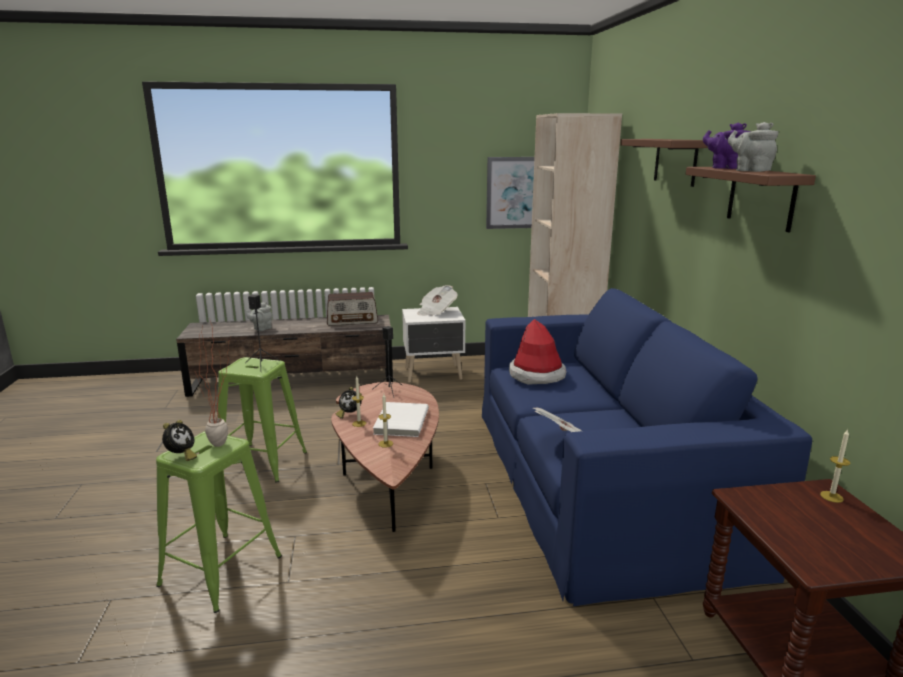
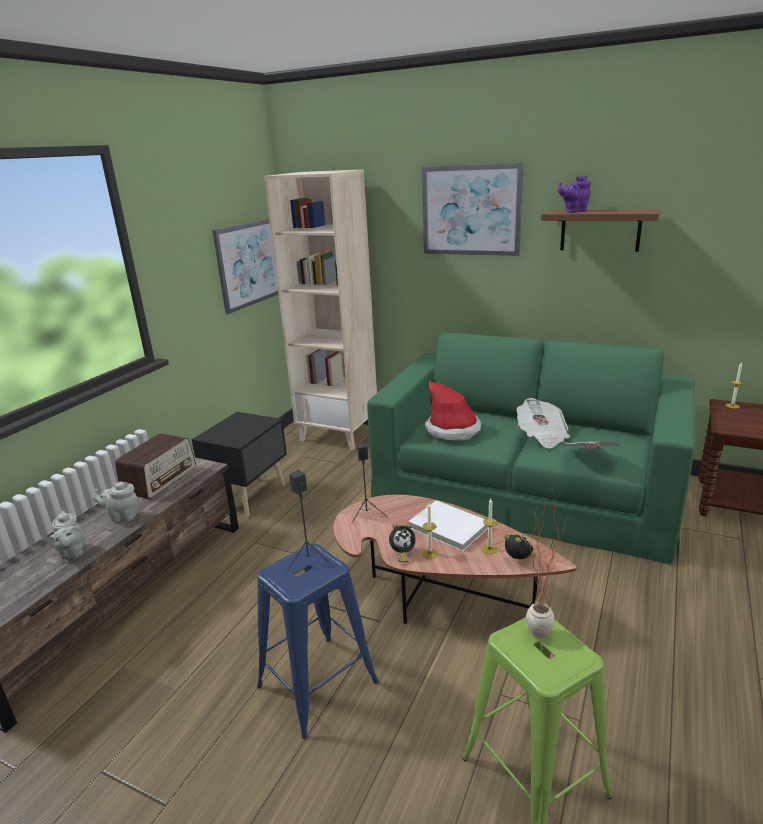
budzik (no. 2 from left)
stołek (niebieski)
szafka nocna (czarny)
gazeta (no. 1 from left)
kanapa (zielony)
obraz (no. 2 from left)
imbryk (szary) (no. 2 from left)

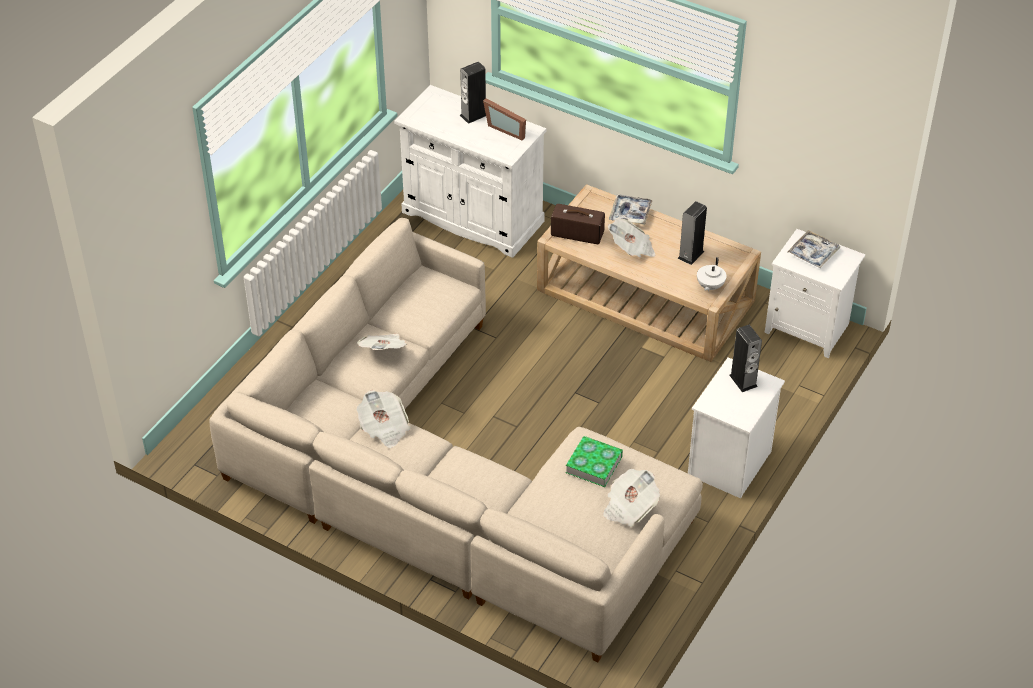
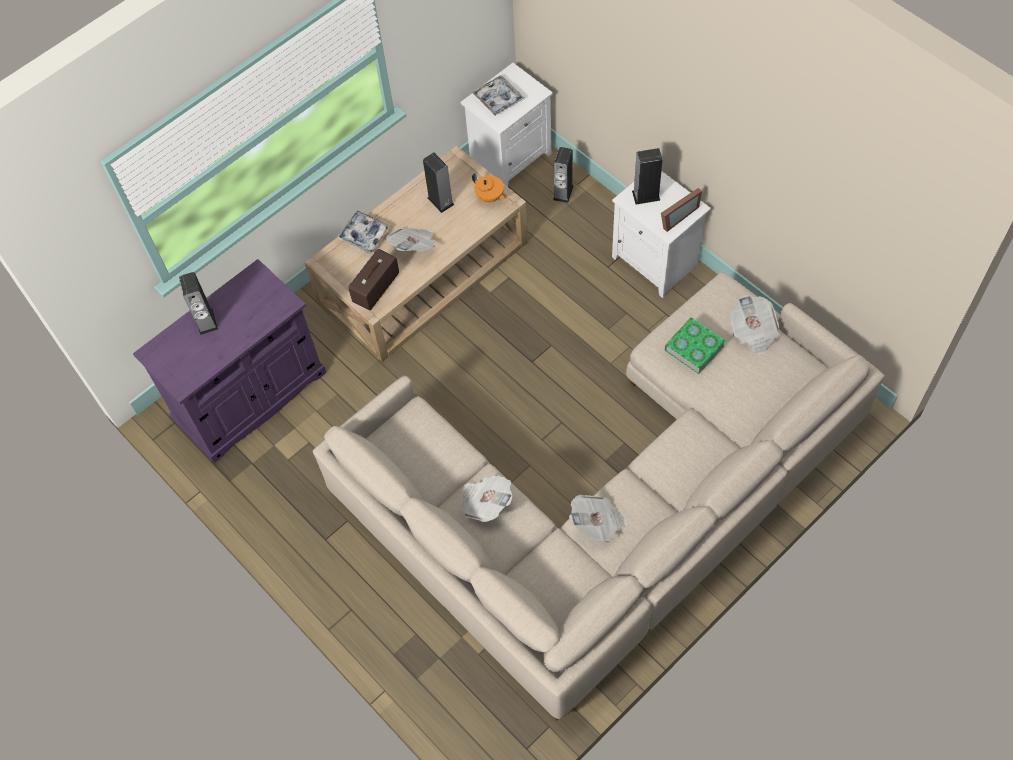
szafka (fioletowy)
ramka na zdjęcie
imbryk (pomarańczowy)
głośnik (no. 3 from left)

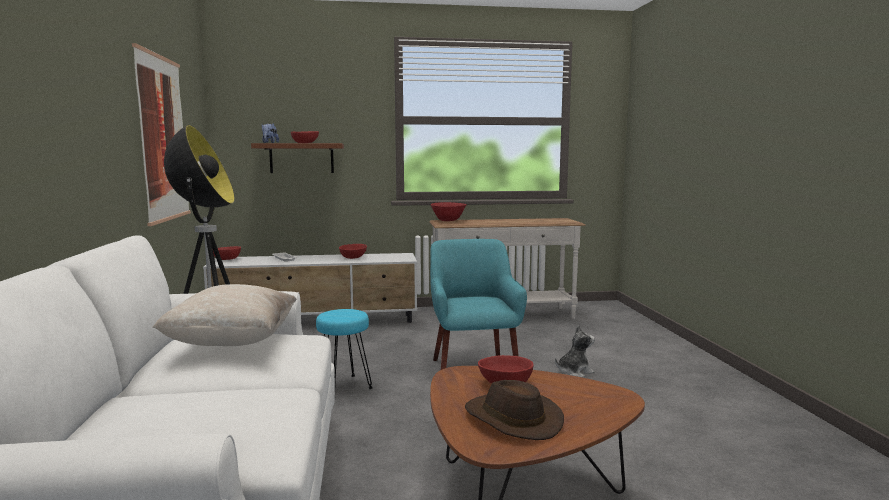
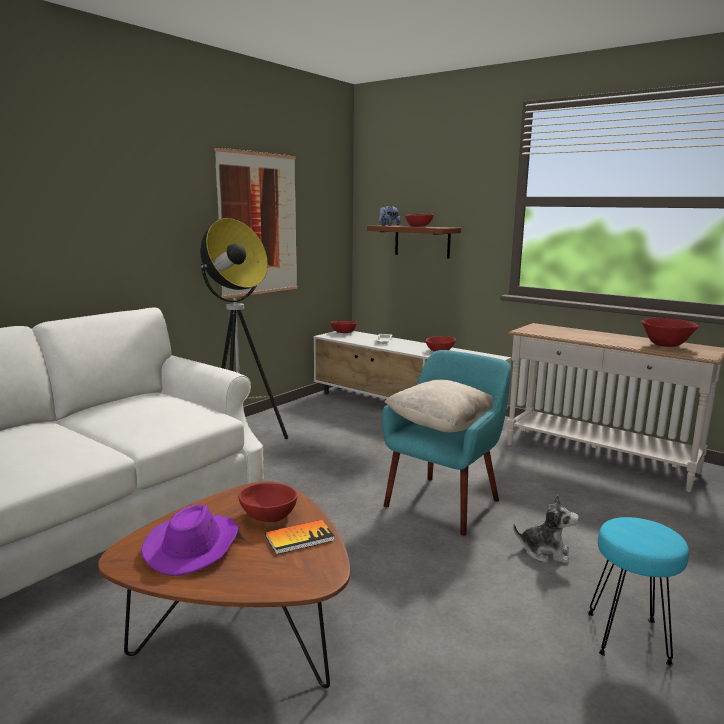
poduszka (beżowy)
stołek (turkusowy)
miska (czerwony) (no. 5 from left)
kapelusz (fioletowy)
książka

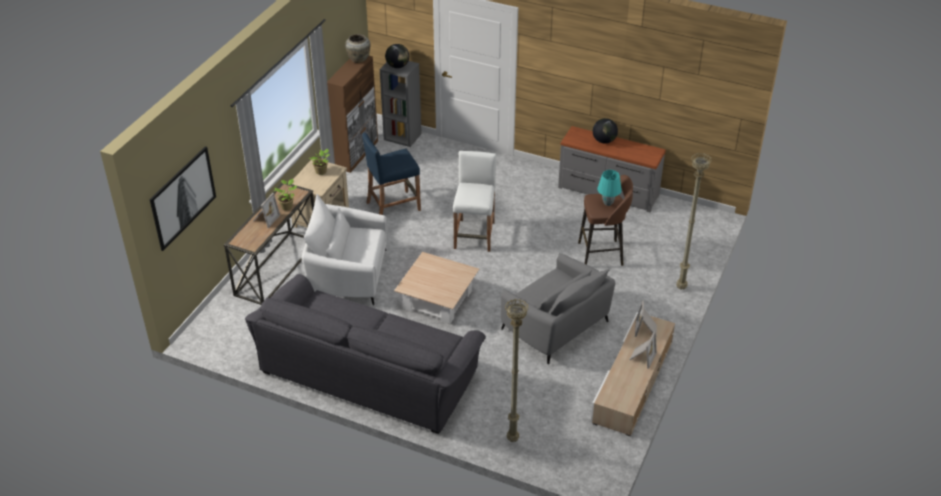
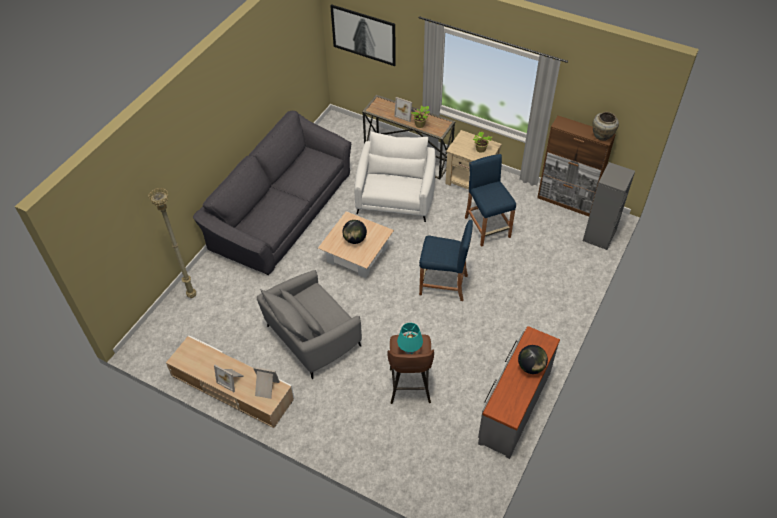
globus (no. 1 from left)
stołek (niebieski) (no. 1 from left)
lampa stojąca (beżowy) (no. 2 from left in the first image)

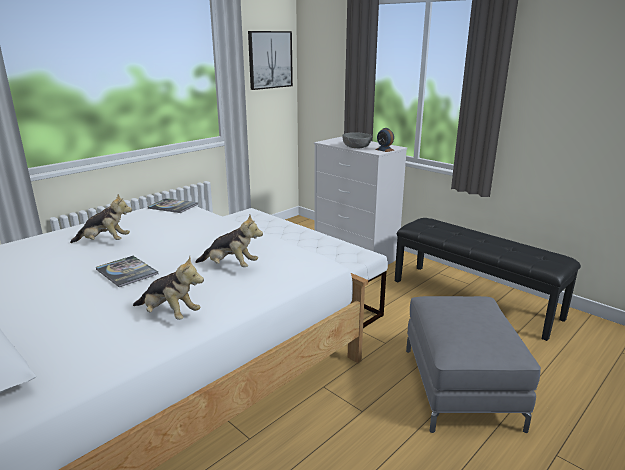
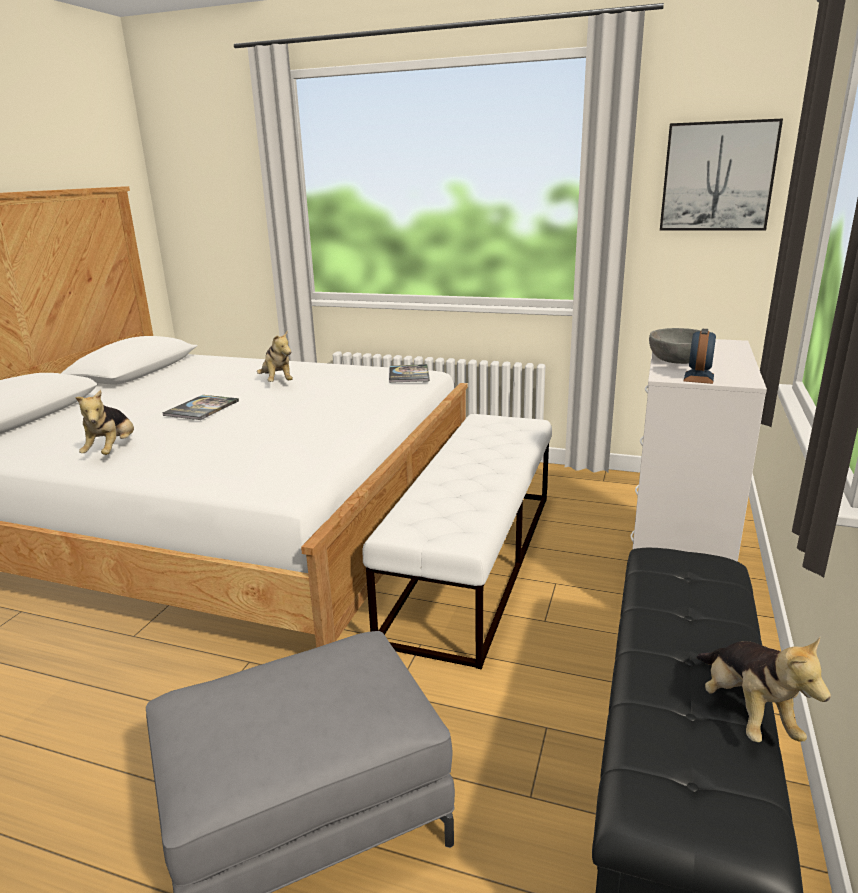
pluszak (no. 3 from left)

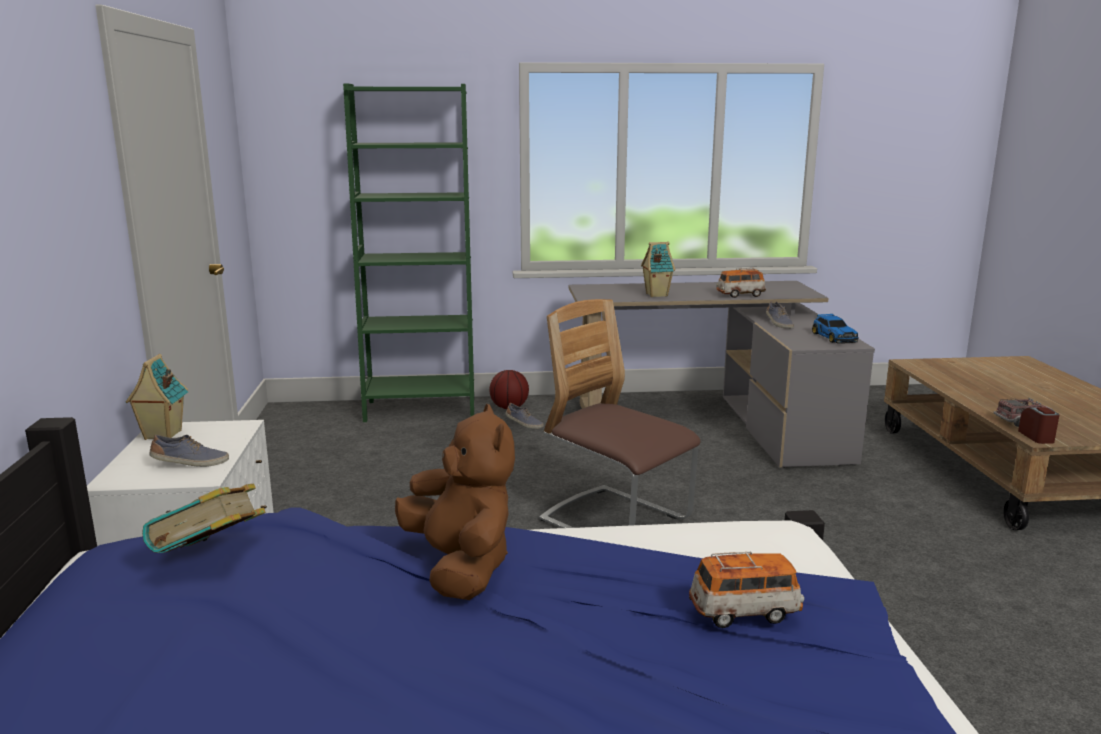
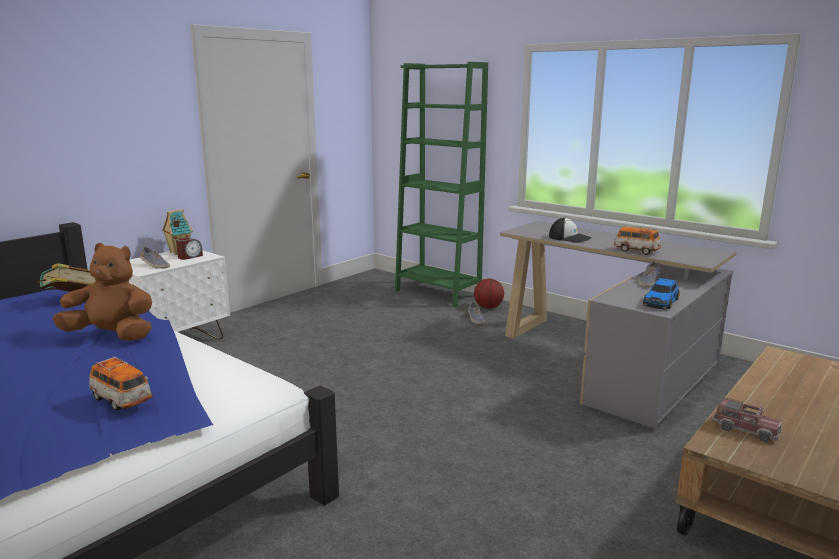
pluszak (brązowy)
krzesło
czapka z daszkiem
budzik

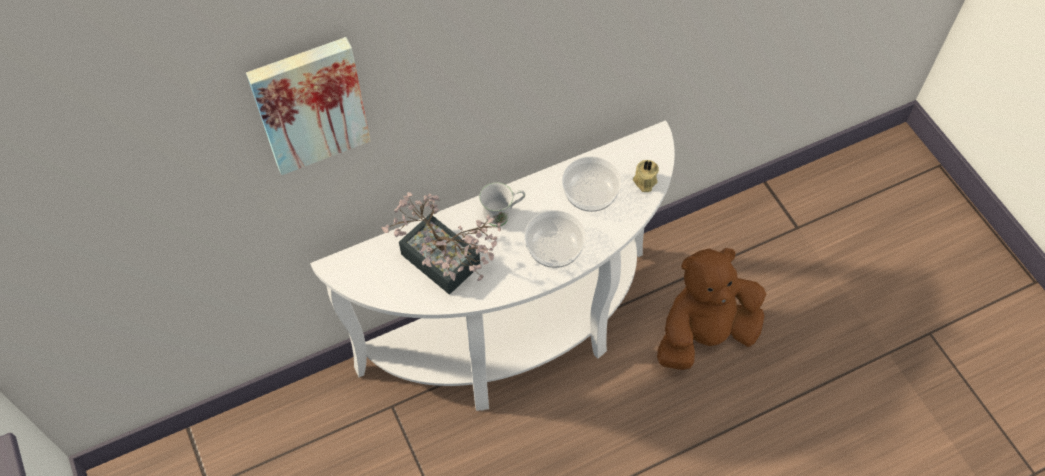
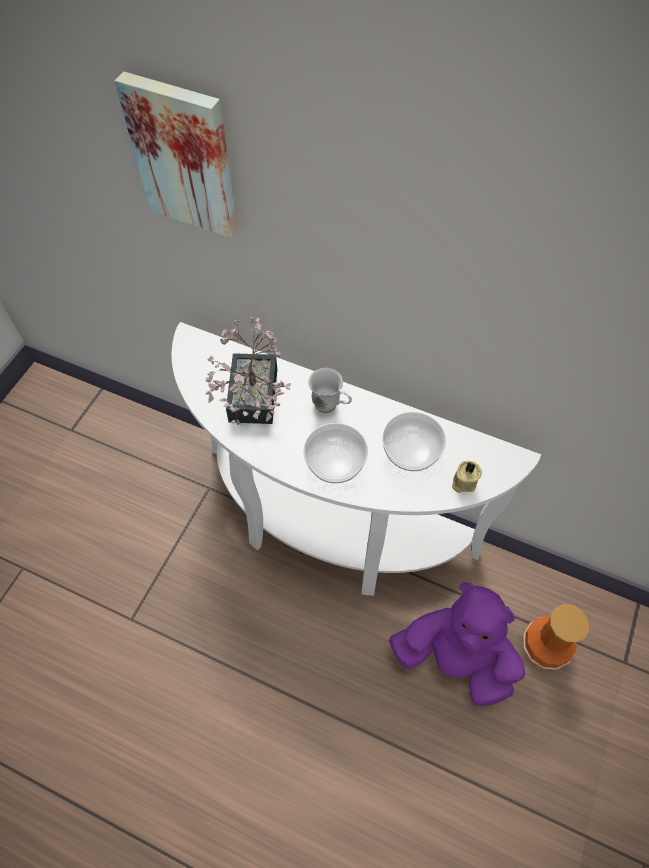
pluszak (fioletowy)
wazon

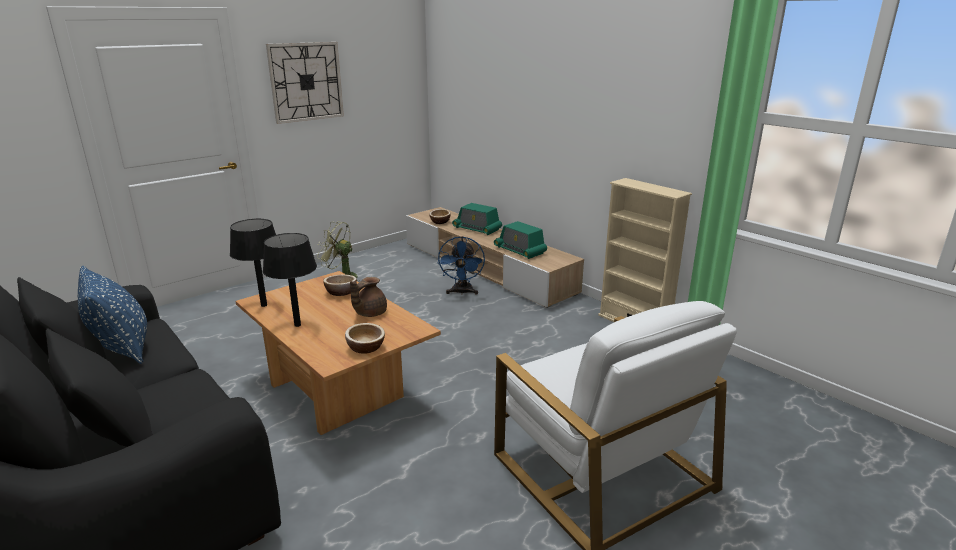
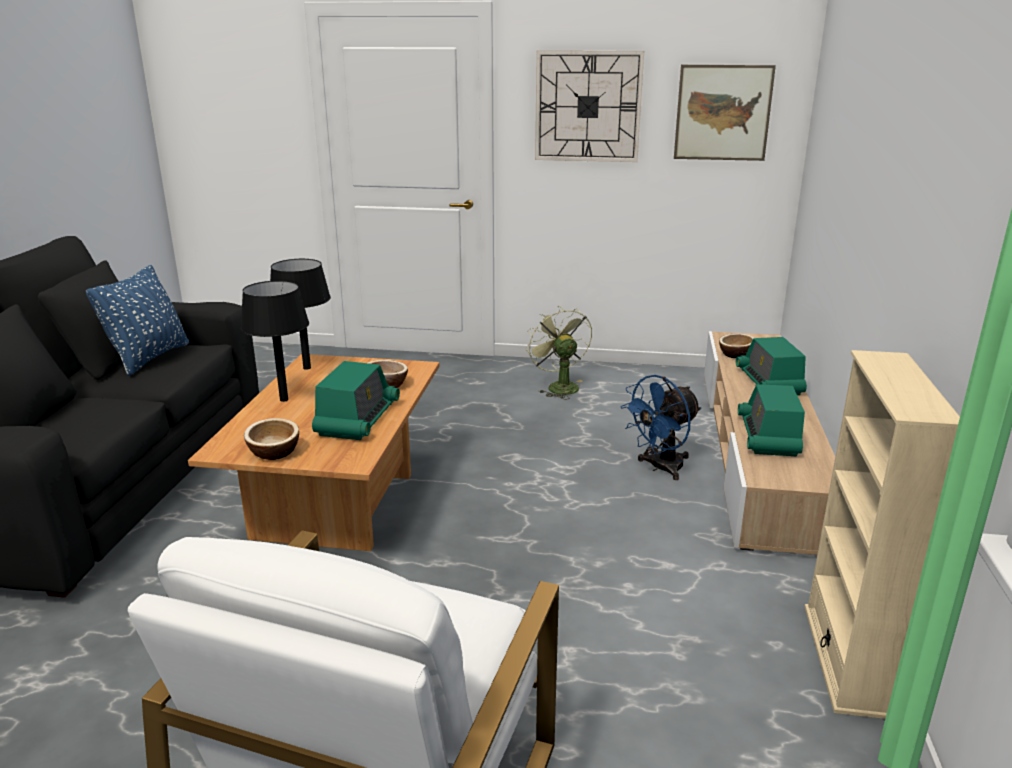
radio (no. 1 from left)
obraz

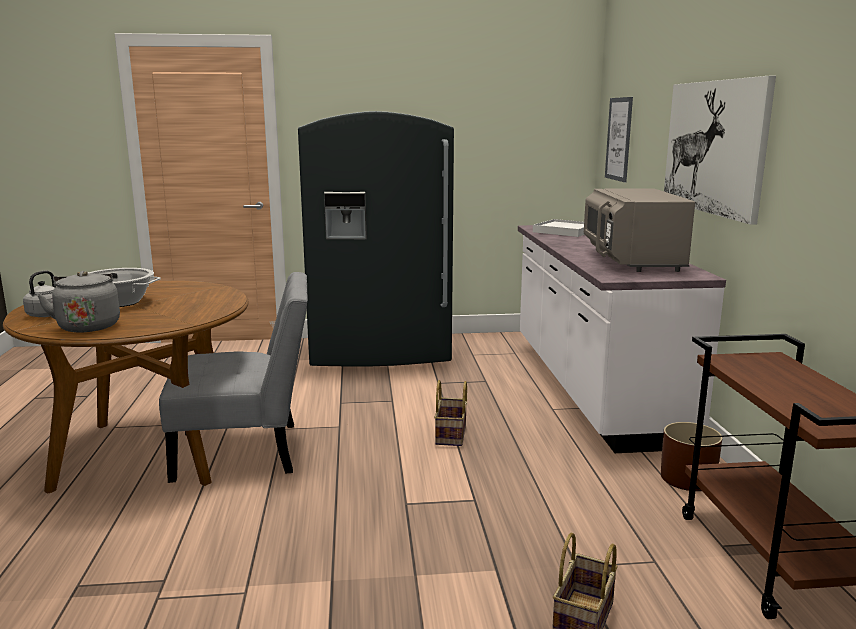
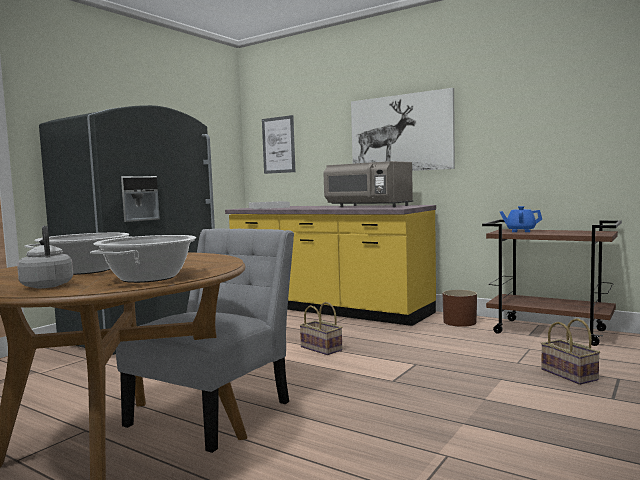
garnek (no. 2 from left)
zabudowa kuchenna (żółty)
imbryk (niebieski)

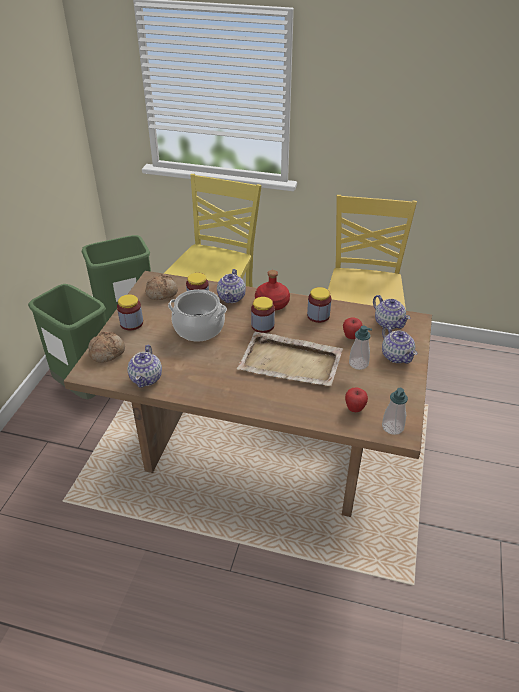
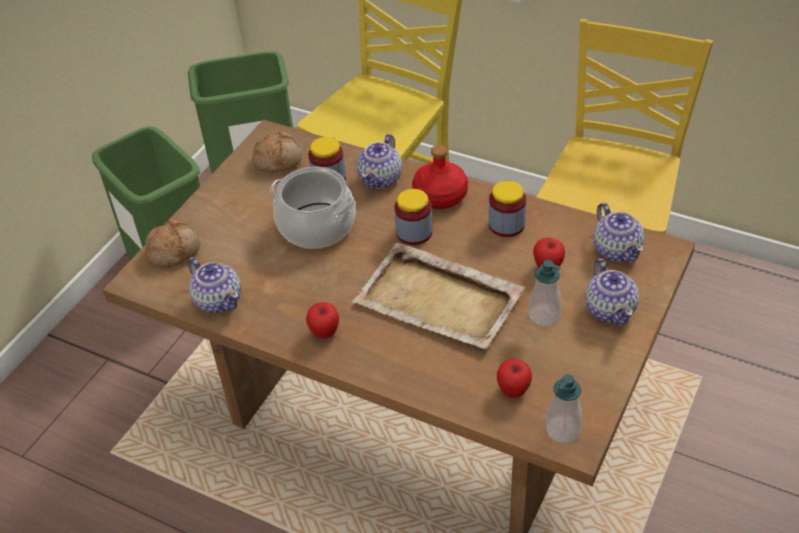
słoik (no. 1 from left in the first image)
imbryk (no. 1 from left)
jabłko (no. 1 from left)

